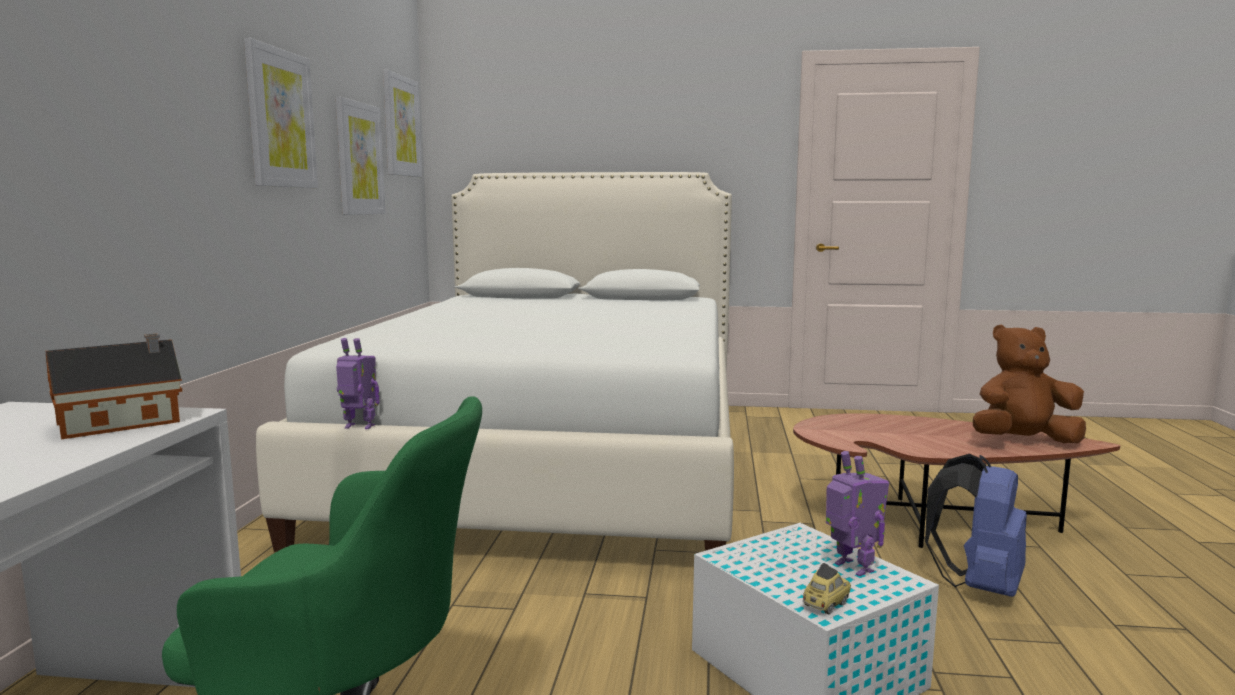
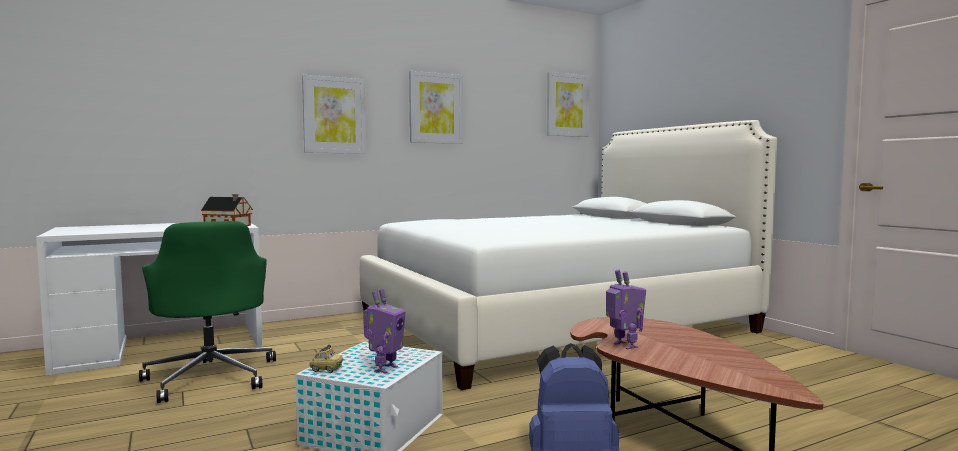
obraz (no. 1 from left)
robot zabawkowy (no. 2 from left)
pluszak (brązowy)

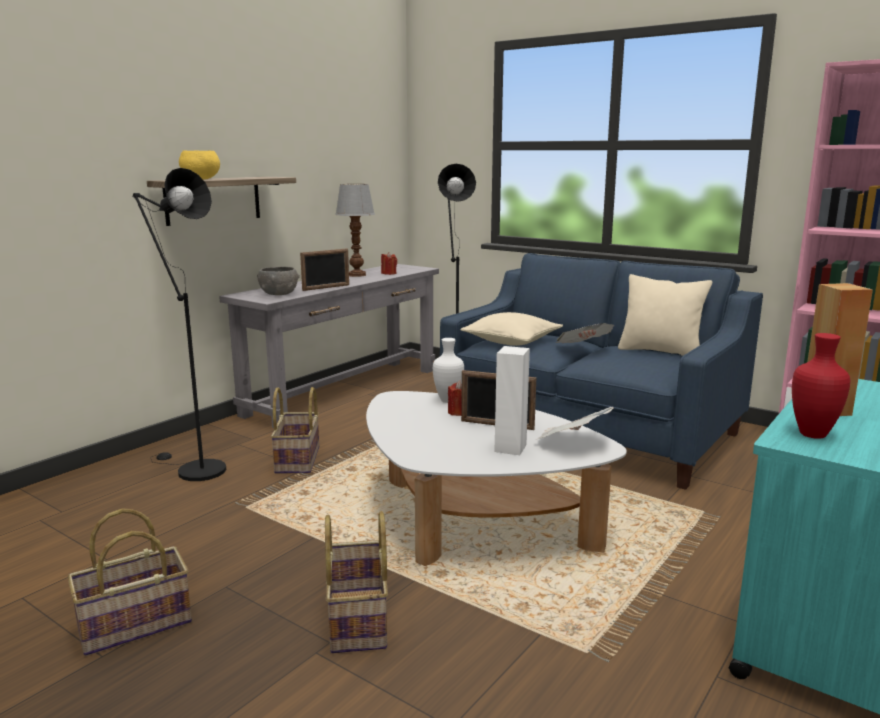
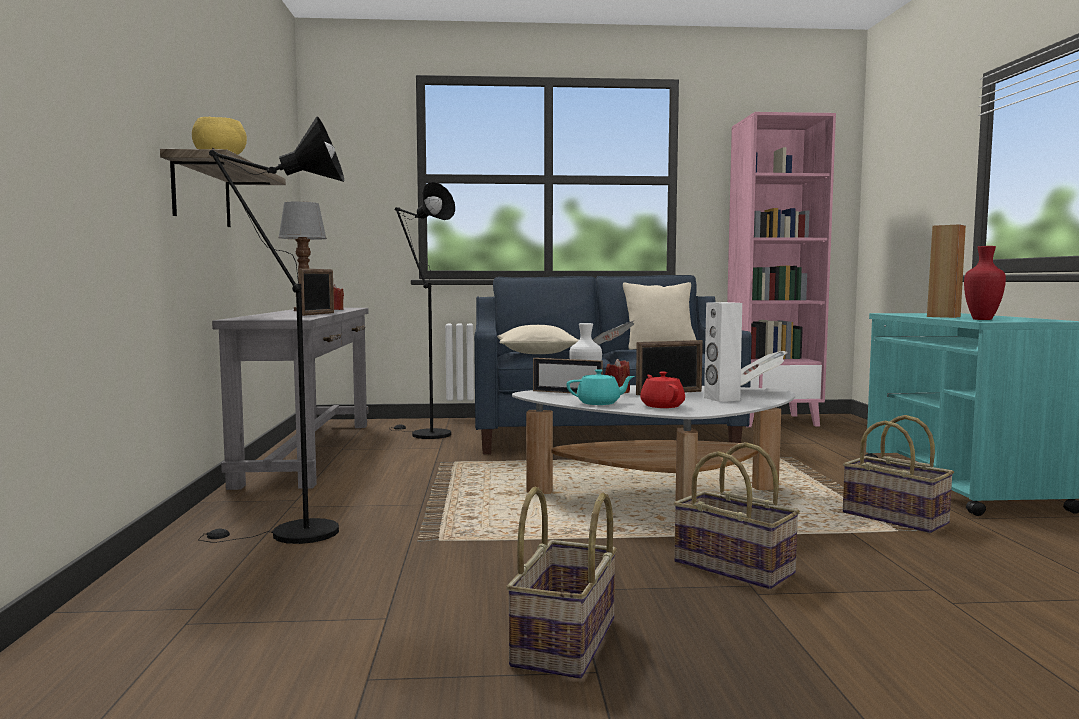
miska (szary)
koszyk (no. 3 from left)
ramka na zdjęcie (no. 2 from left)
imbryk (turkusowy)
imbryk (czerwony)

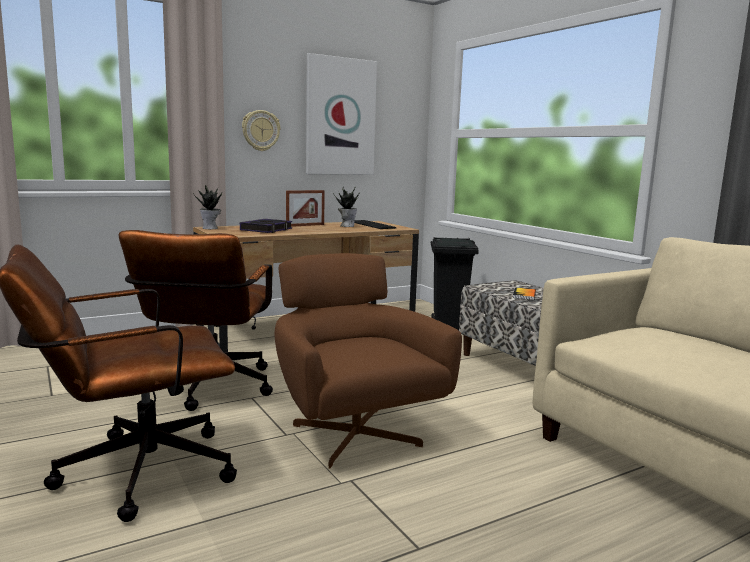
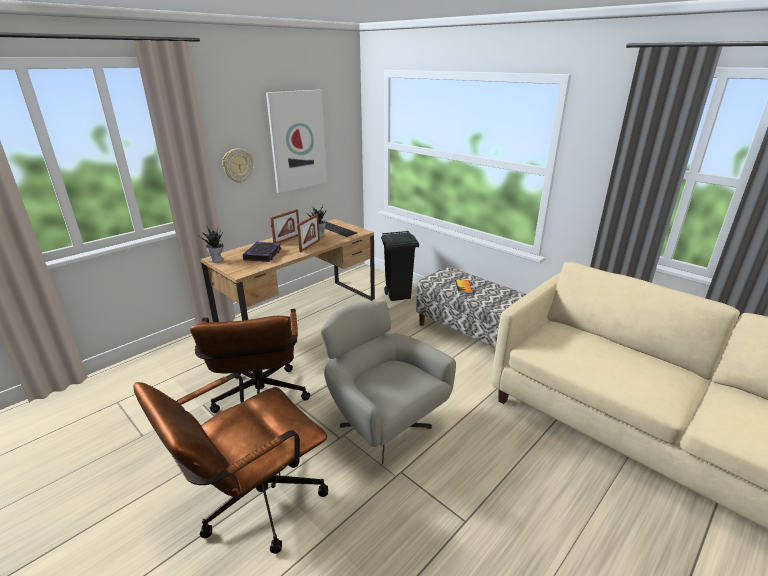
fotel (szary)
ramka na zdjęcie (no. 2 from left)

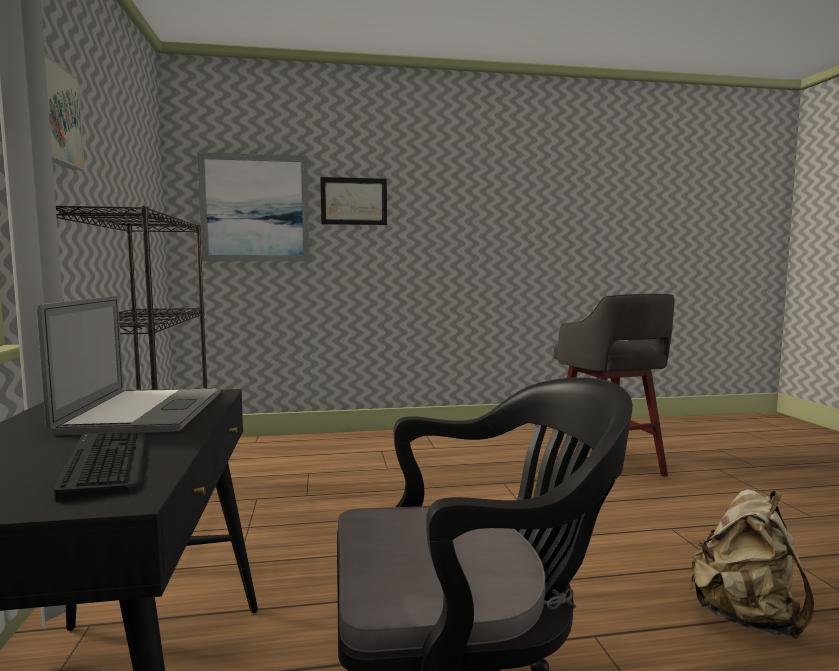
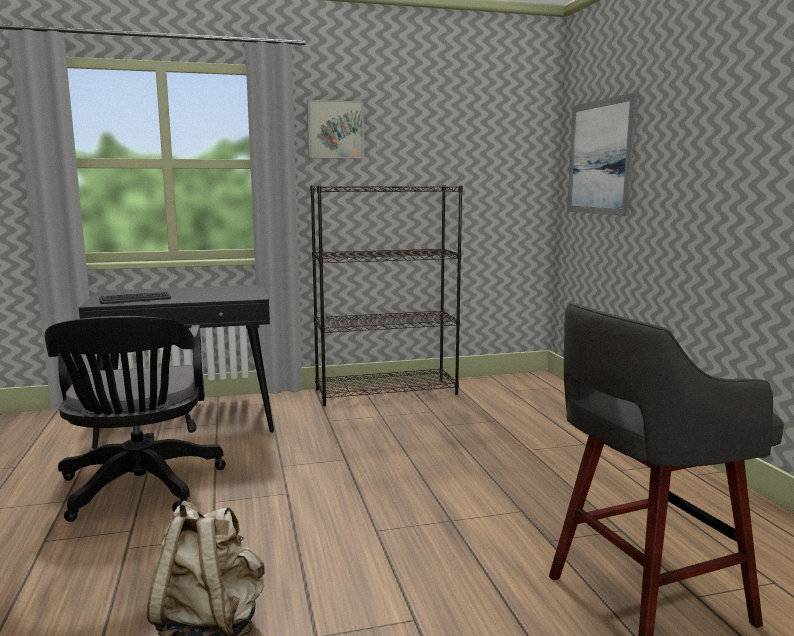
laptop
obraz (no. 3 from left in the first image)

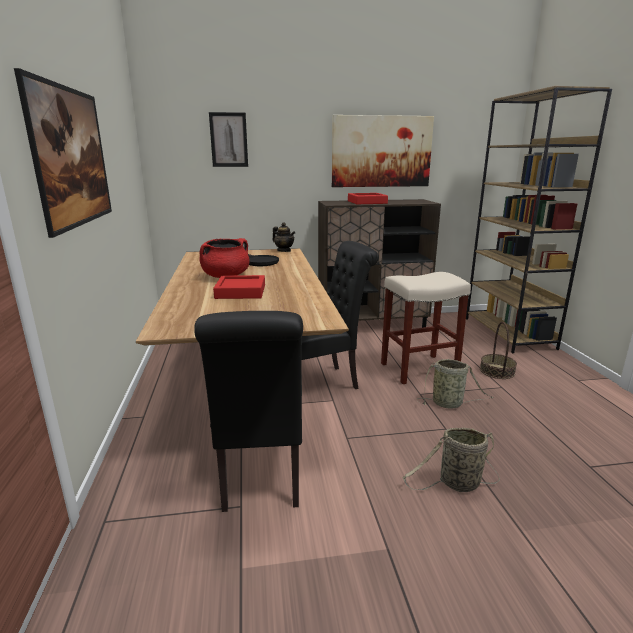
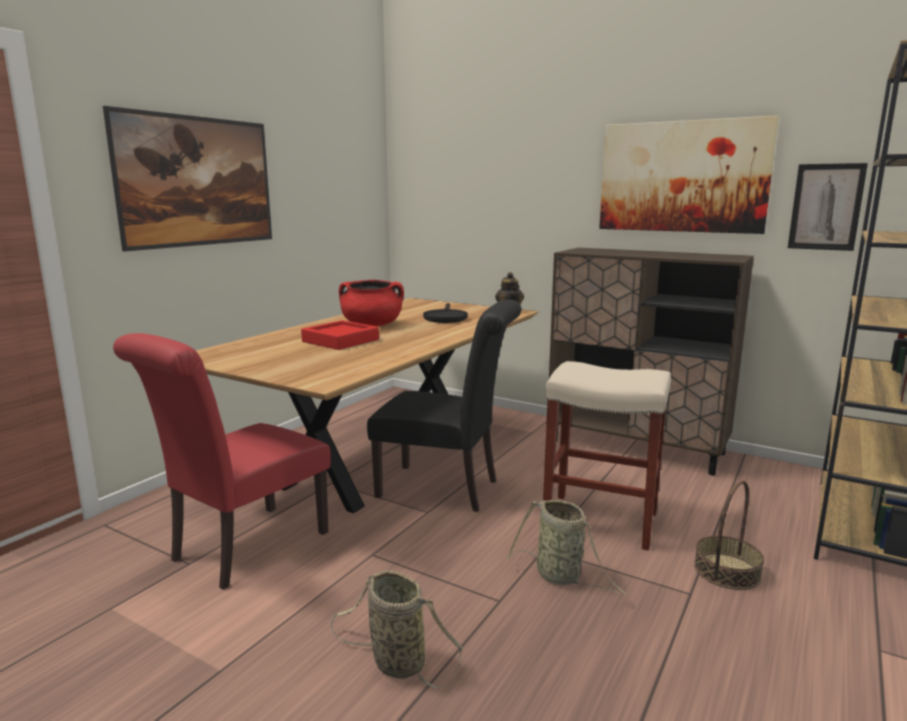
krzesło (czerwony)
obraz (no. 3 from left)
taca (czerwony) (no. 2 from left in the first image)

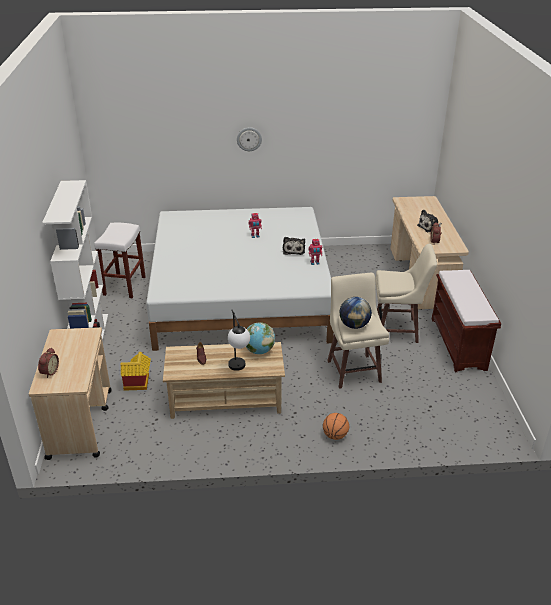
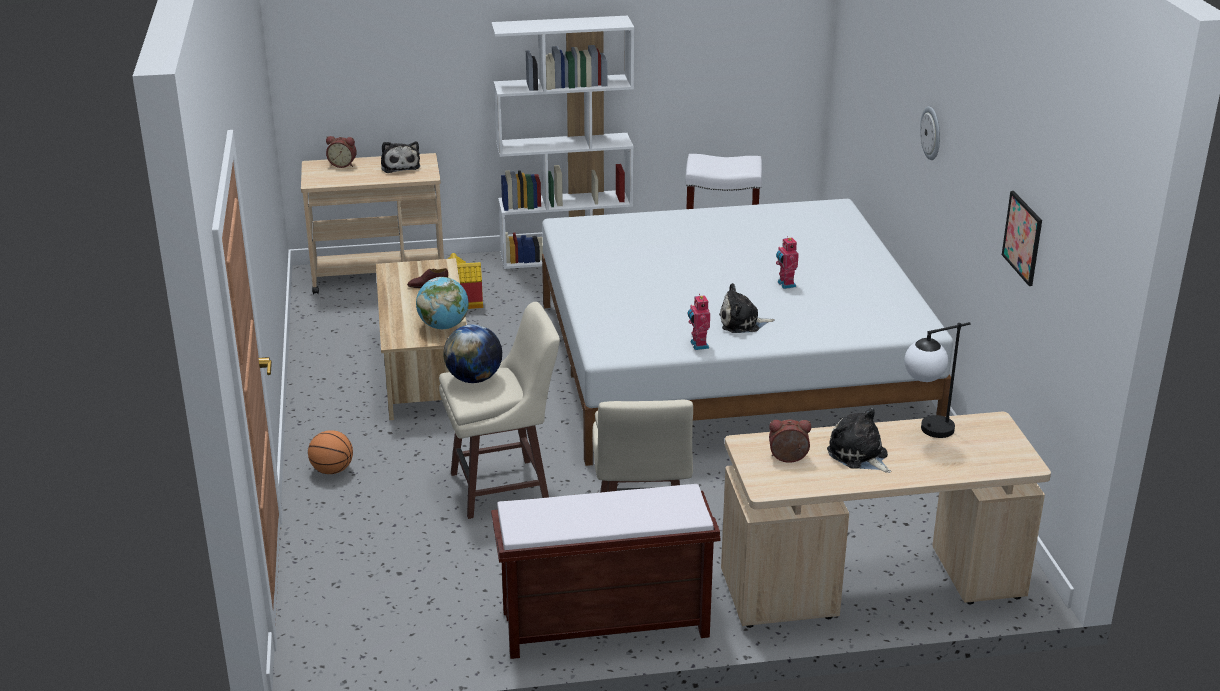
lampa stołowa
pluszak (no. 1 from left)
obraz

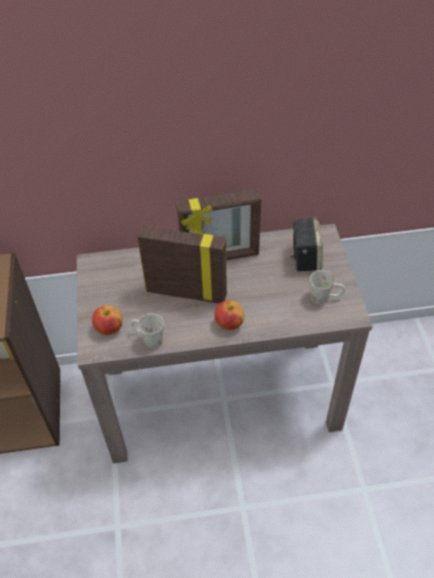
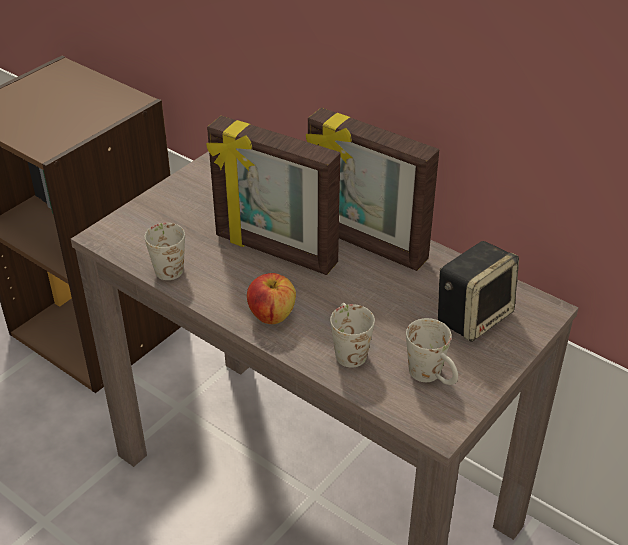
jabłko (no. 1 from left in the first image)
ramka na zdjęcie (no. 1 from left)
kubek (biały) (no. 2 from left)

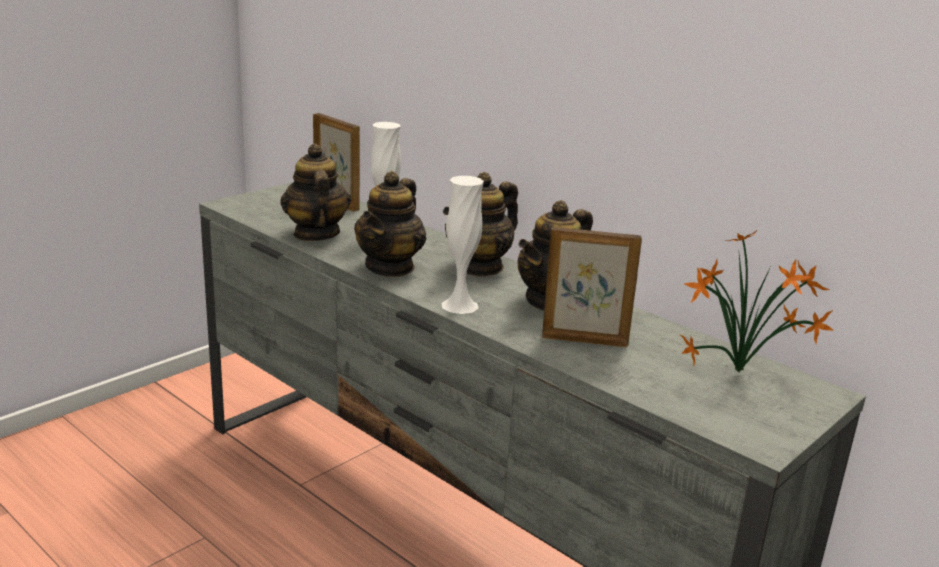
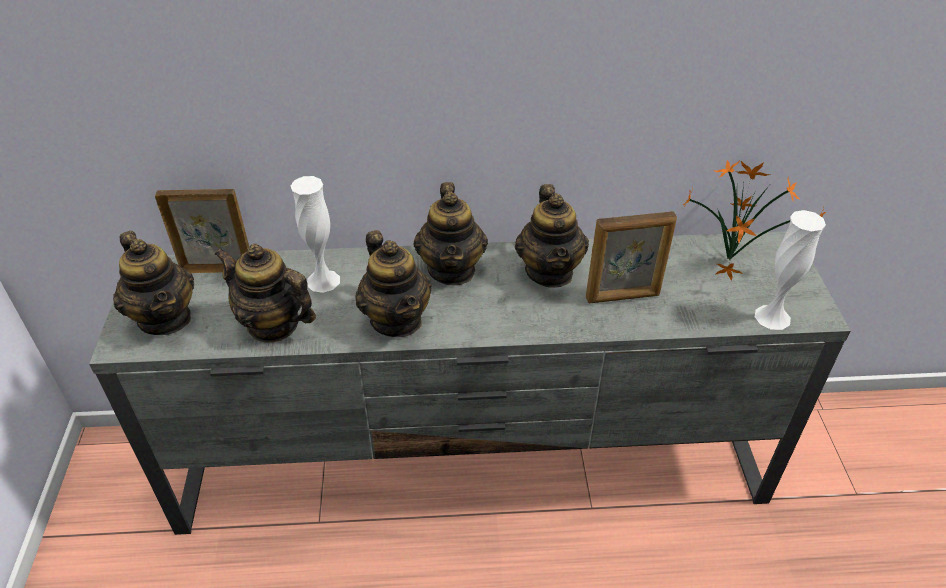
wazon (biały) (no. 2 from left)
ramka na zdjęcie (no. 2 from left)
imbryk (no. 1 from left)

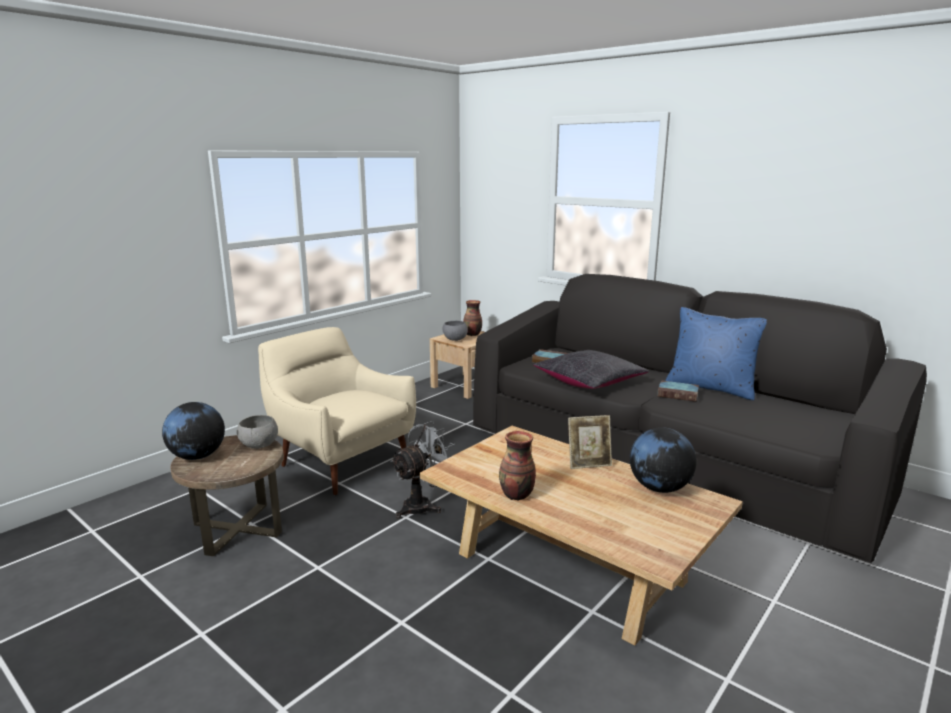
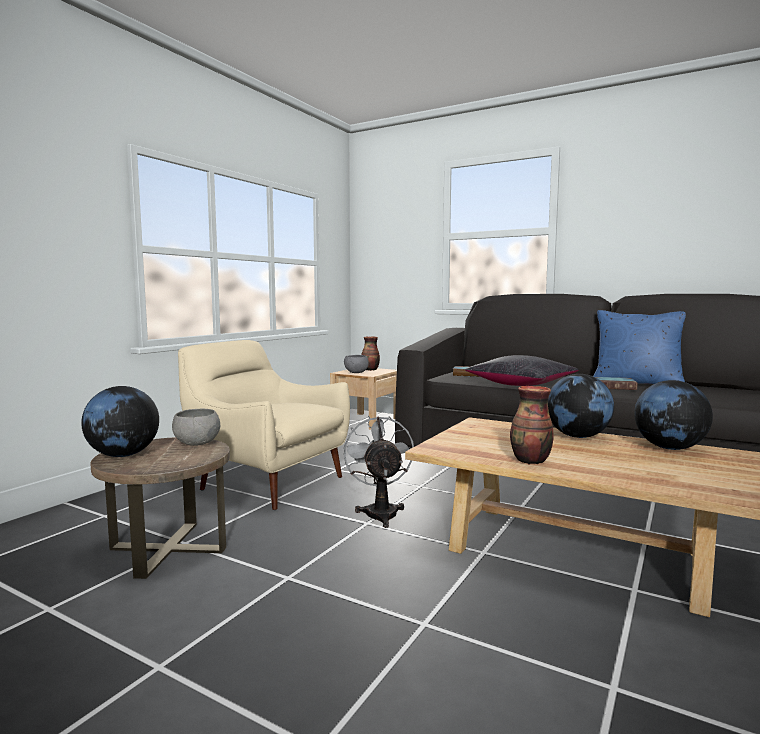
wentylator (szary)
globus (no. 2 from left)

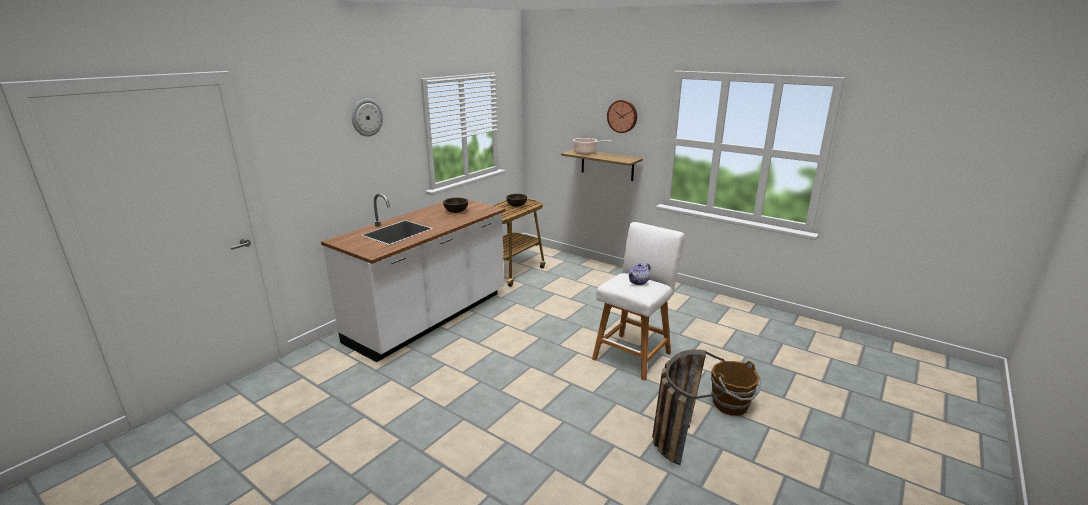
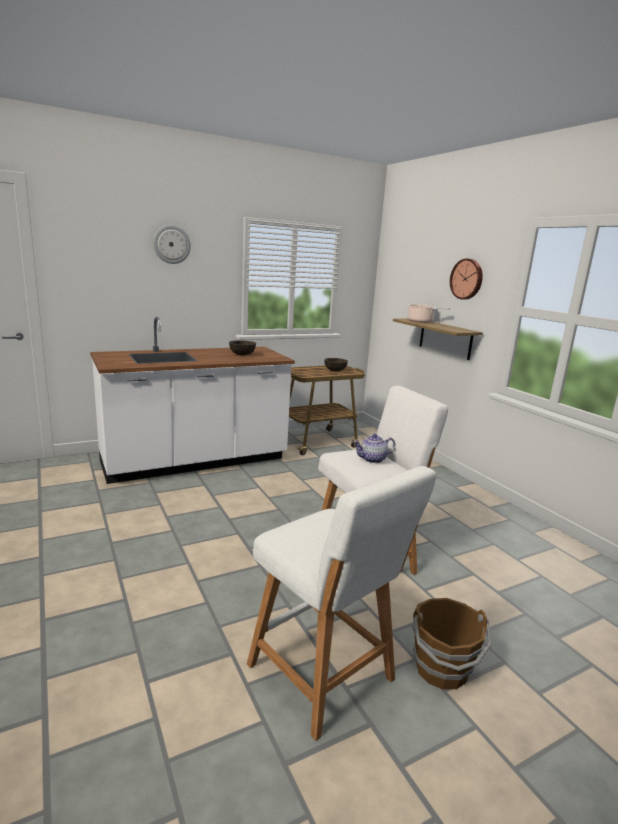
stołek (biały) (no. 1 from left)

